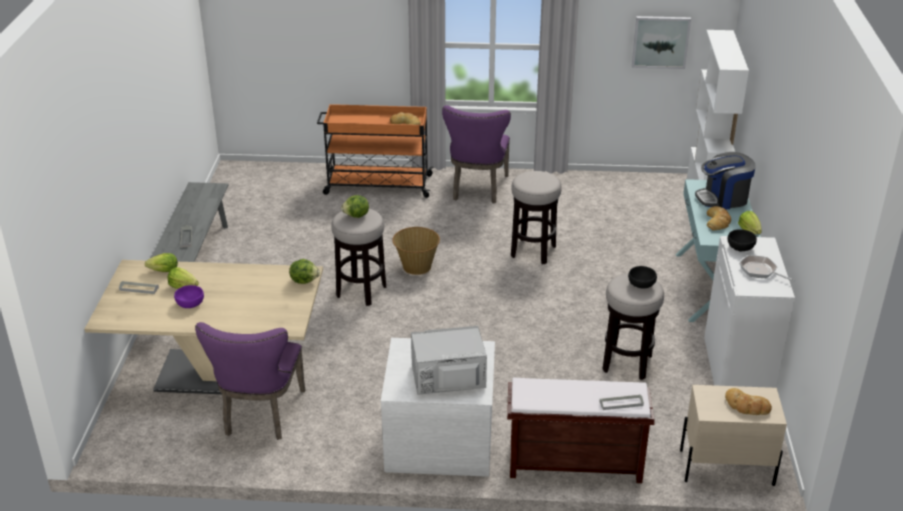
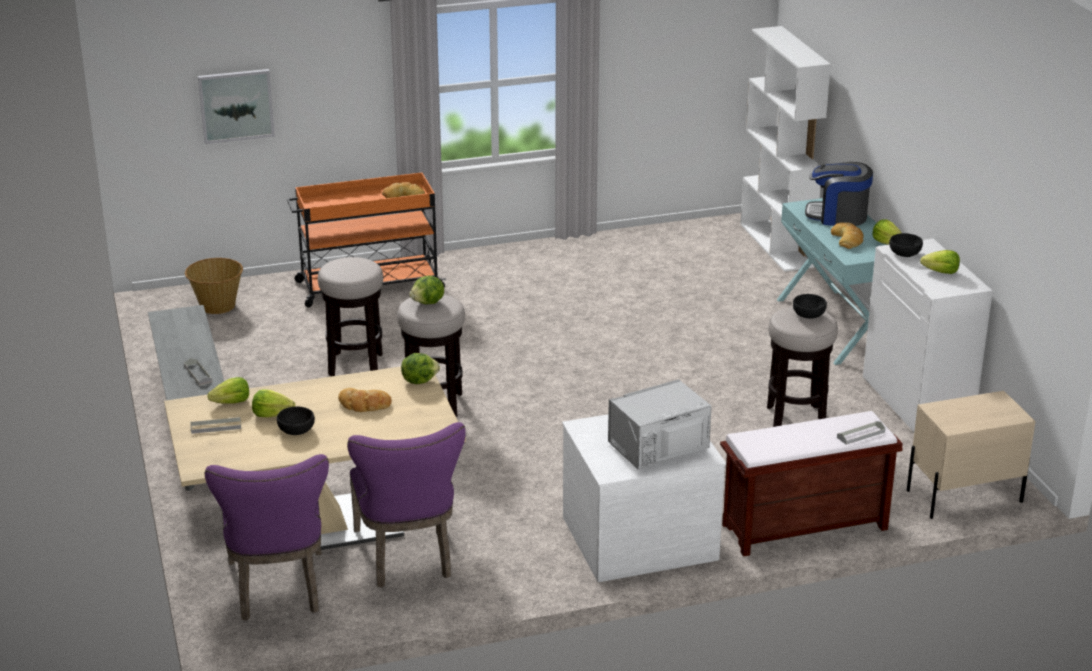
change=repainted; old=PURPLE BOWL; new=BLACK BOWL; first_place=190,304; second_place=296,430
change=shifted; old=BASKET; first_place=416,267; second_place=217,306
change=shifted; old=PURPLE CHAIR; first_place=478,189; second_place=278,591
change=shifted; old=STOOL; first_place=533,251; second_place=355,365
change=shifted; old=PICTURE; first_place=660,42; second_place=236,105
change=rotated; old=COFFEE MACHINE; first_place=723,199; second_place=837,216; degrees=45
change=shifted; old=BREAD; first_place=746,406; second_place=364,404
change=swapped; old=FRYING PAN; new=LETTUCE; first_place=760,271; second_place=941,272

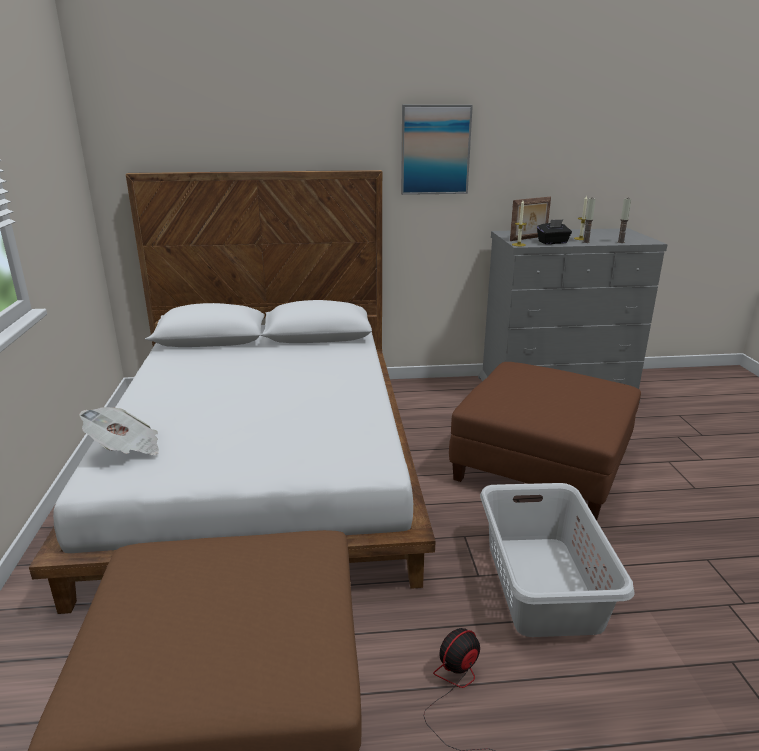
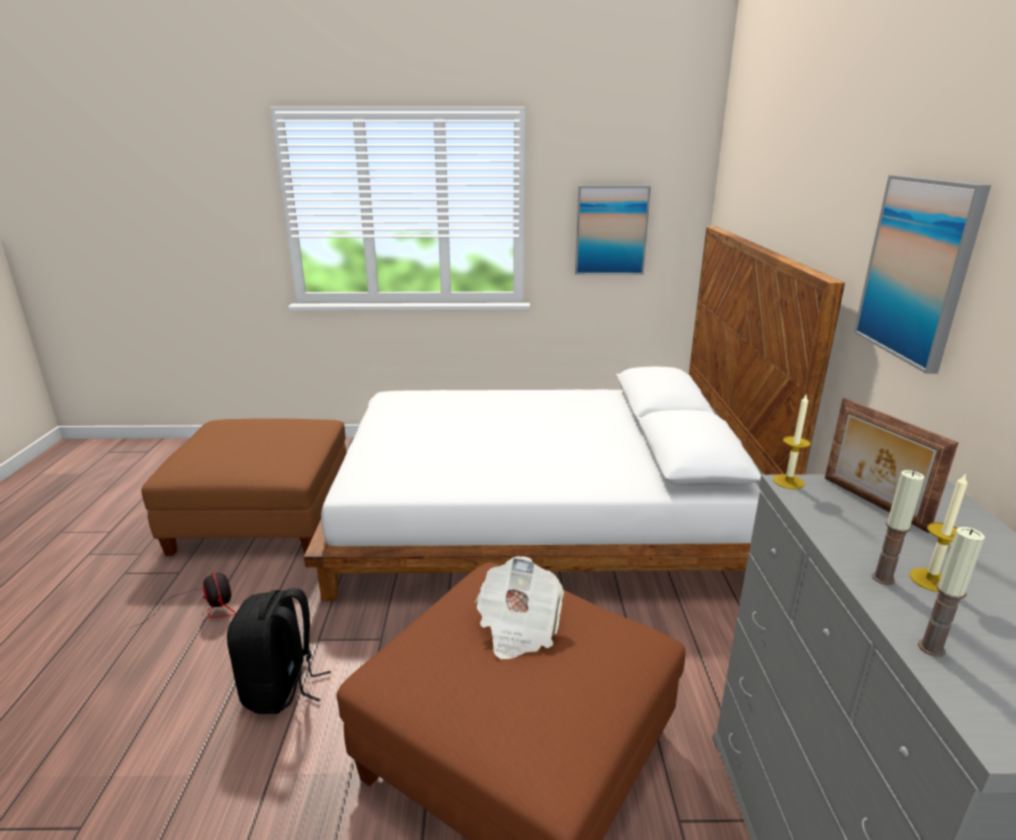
change=shifted; old=NEWSPAPER; first_place=125,448; second_place=518,627
change=swapped; old=GREY LAUNDRY BASKET; new=BLACK BACKPACK; first_place=543,583; second_place=281,688
change=gone; old=BLACK TISSUE BOX; first_place=553,242
change=new; new=PICTURE; second_place=611,230

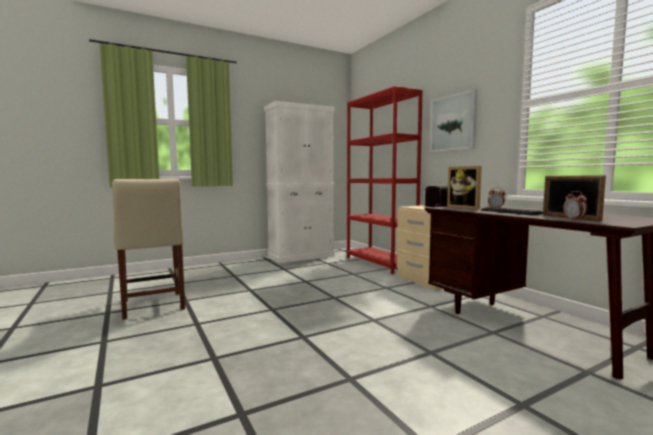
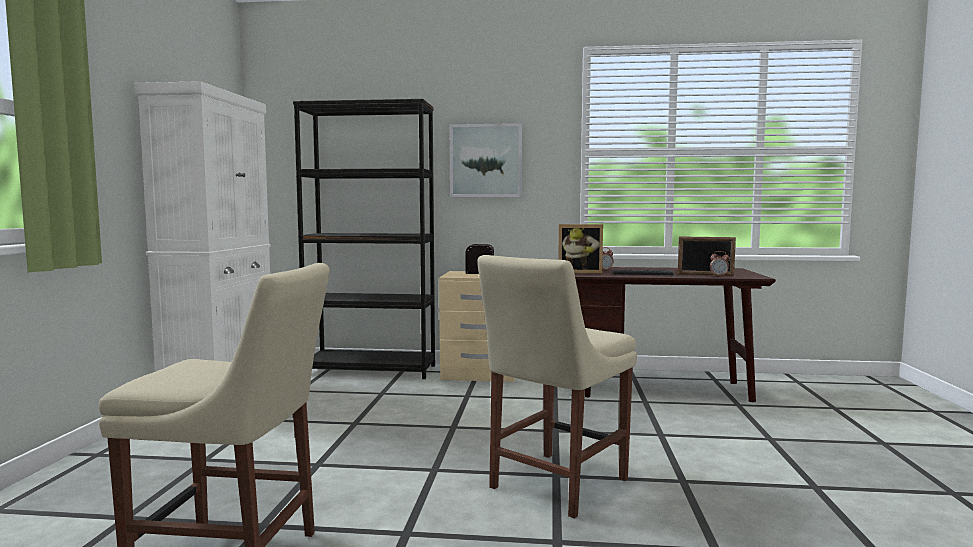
change=repainted; old=RED BOOKCASE; new=BLACK BOOKCASE; first_place=380,263; second_place=371,370
change=new; new=BEIGE CHAIR; second_place=554,485

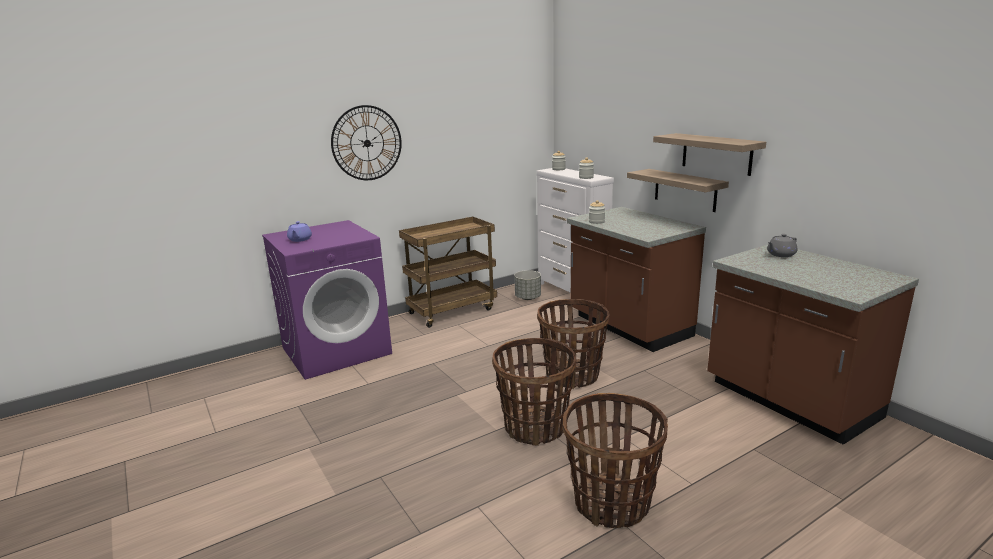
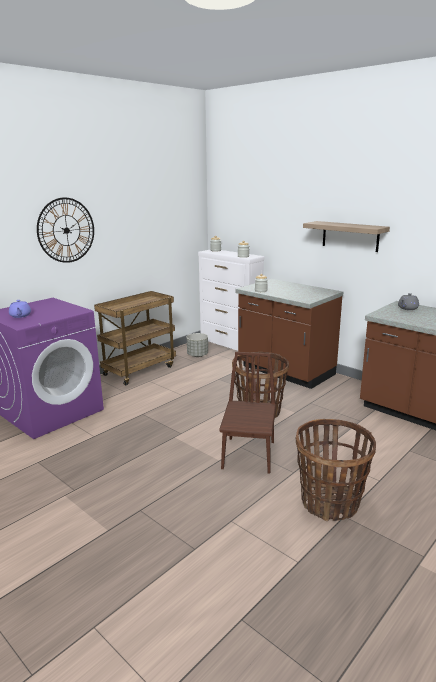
change=swapped; old=BASKET; new=BROWN CHAIR; first_place=535,427; second_place=248,454
change=gone; old=SHELF; first_place=685,190

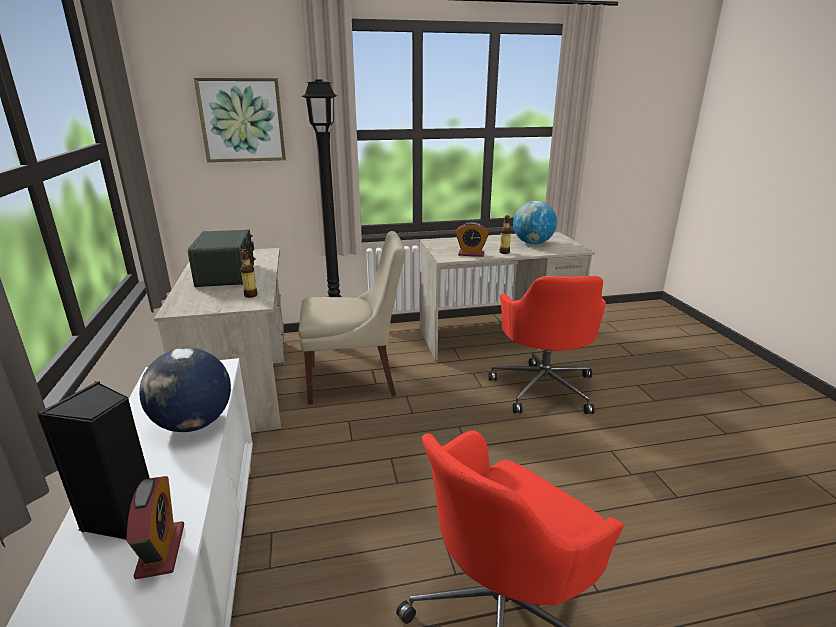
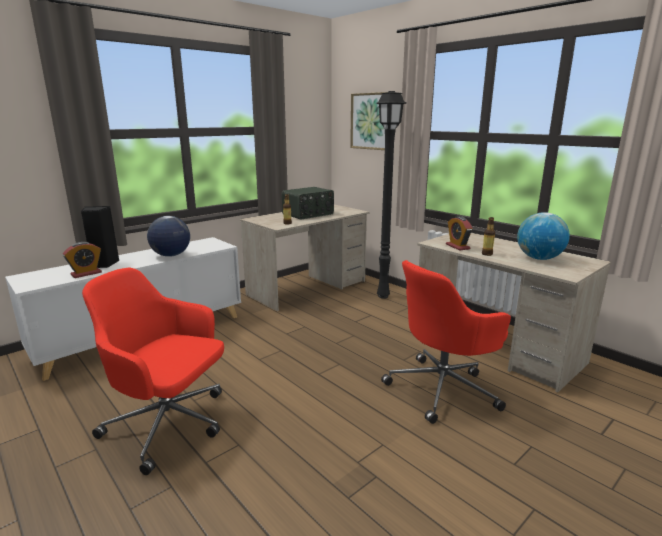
change=gone; old=BEIGE CHAIR; first_place=355,380

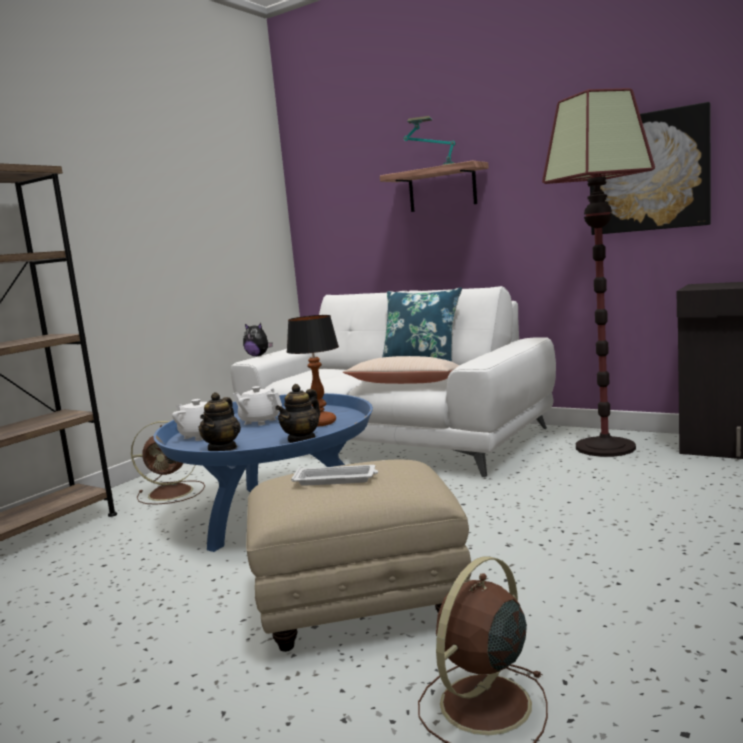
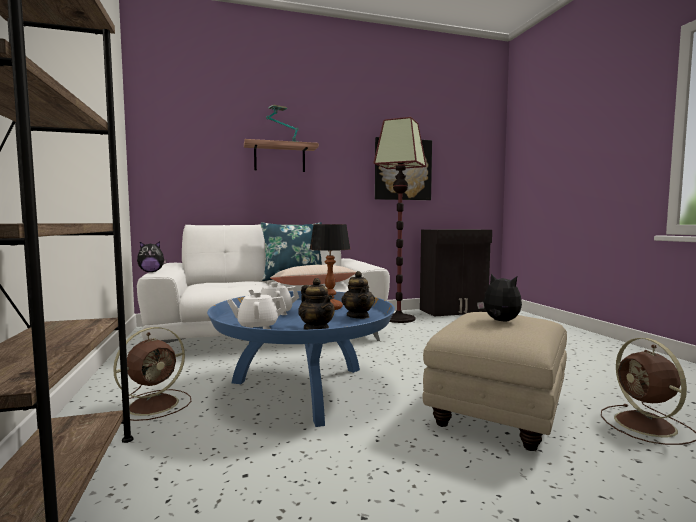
change=swapped; old=WHITE TRAY; new=PLUSH TOY; first_place=336,480; second_place=500,321

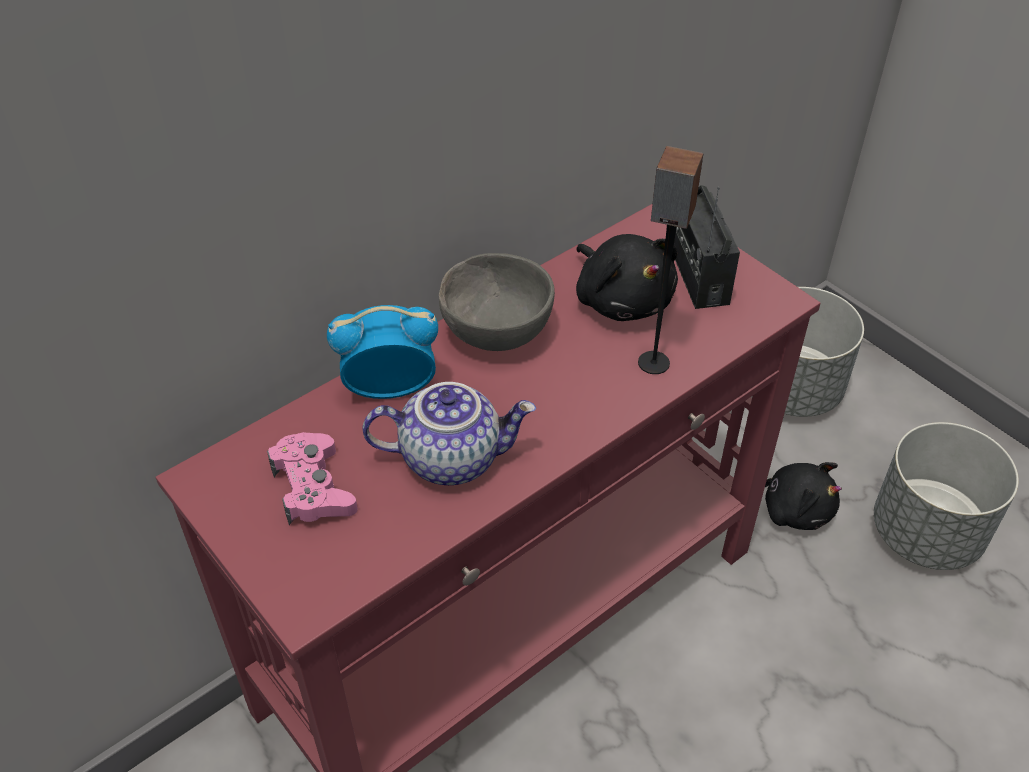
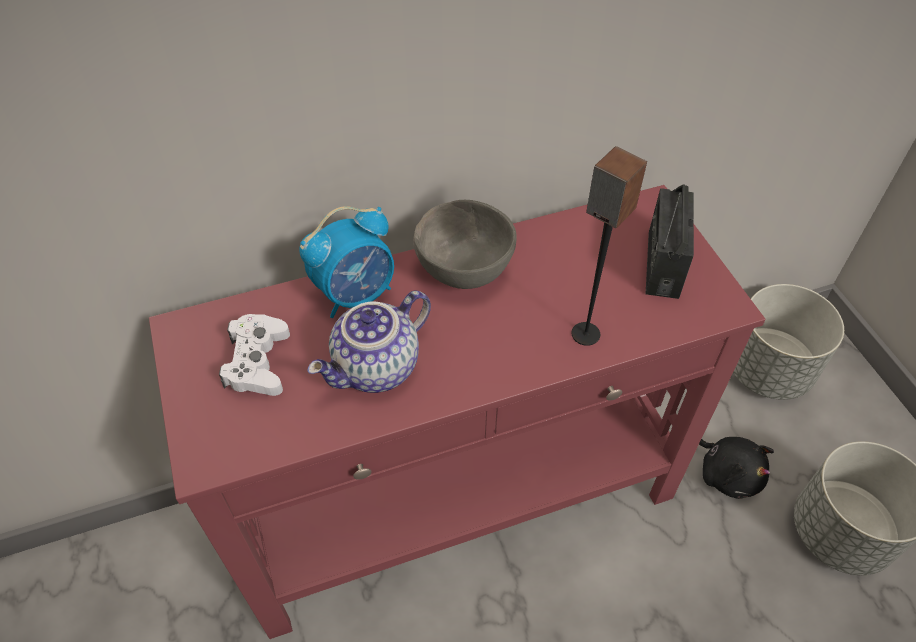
change=repainted; old=PINK GAME CONTROLLER; new=WHITE GAME CONTROLLER; first_place=313,488; second_place=258,362
change=rotated; old=ALARM CLOCK; first_place=389,388; second_place=356,294; degrees=135
change=rotated; old=TEAPOT; first_place=452,457; second_place=377,369; degrees=120
change=gone; old=BLACK PLUSH TOY; first_place=622,299

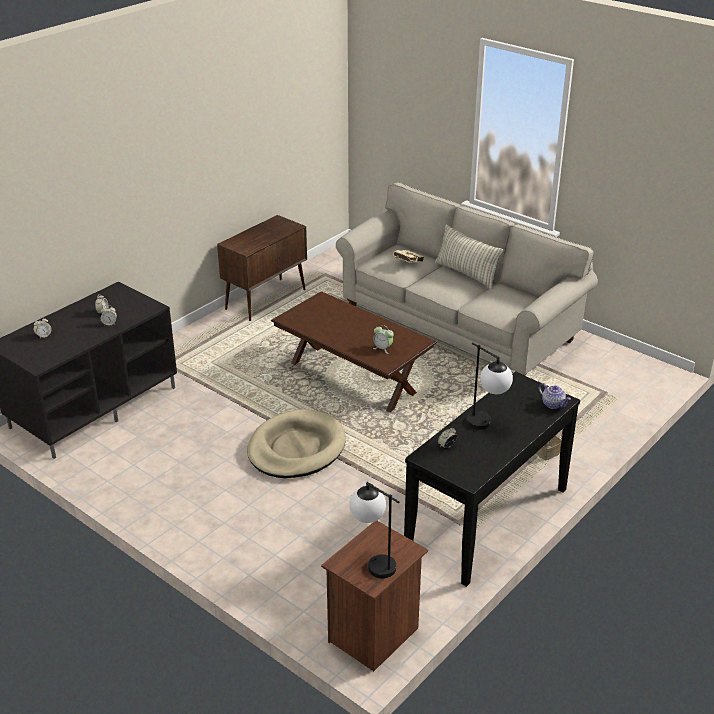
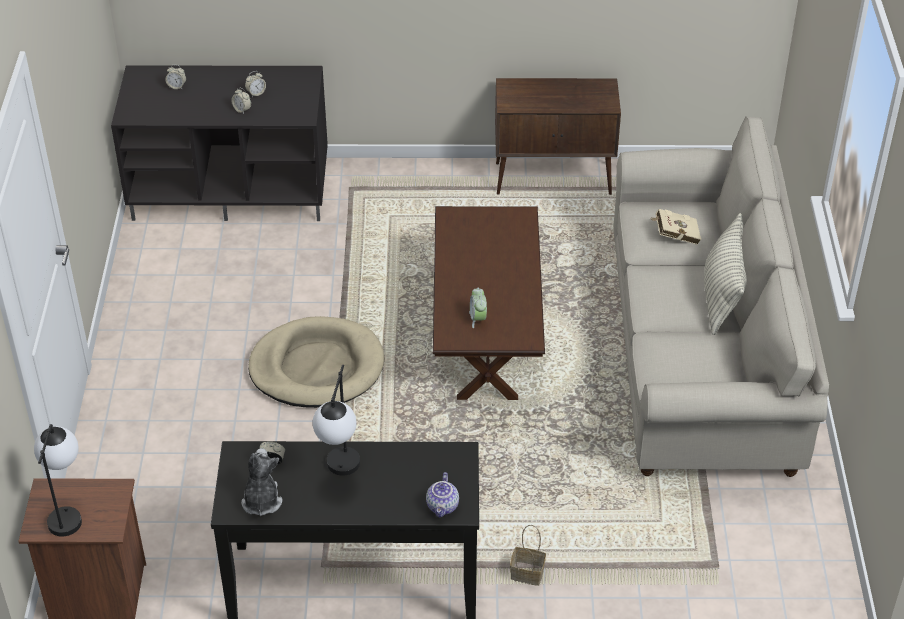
change=new; new=PLUSH TOY; second_place=261,501

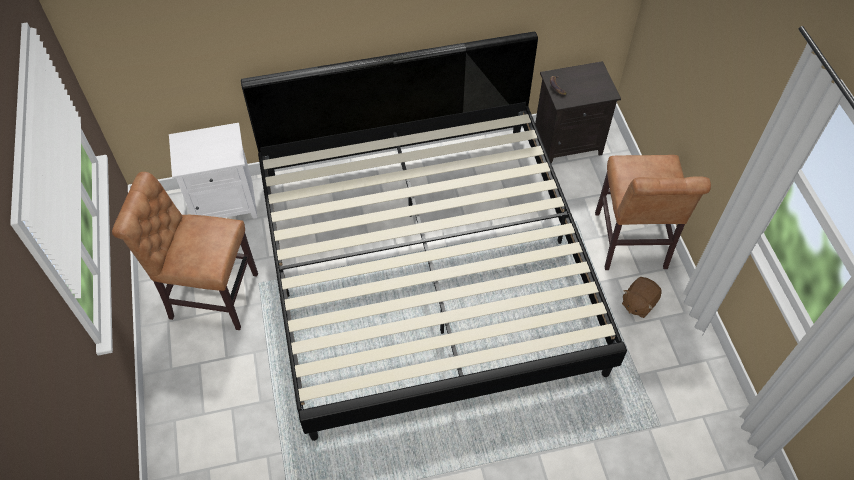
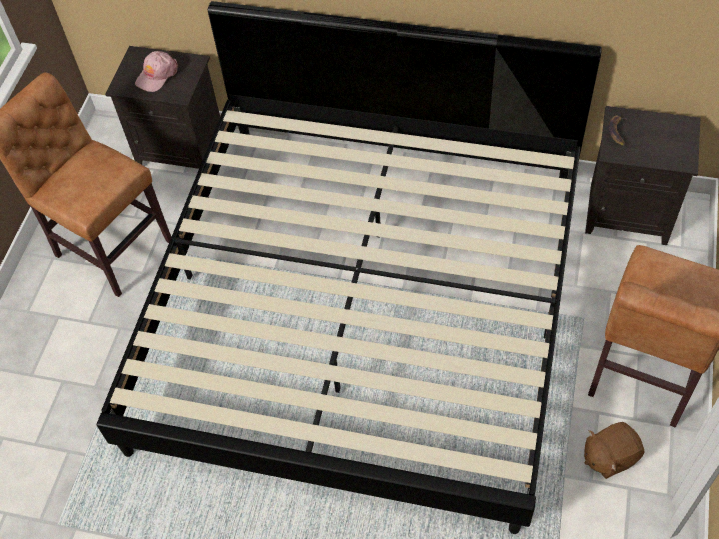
change=repainted; old=WHITE NIGHTSTAND; new=BLACK NIGHTSTAND; first_place=225,203; second_place=183,149
change=new; new=PINK CAP; second_place=157,75

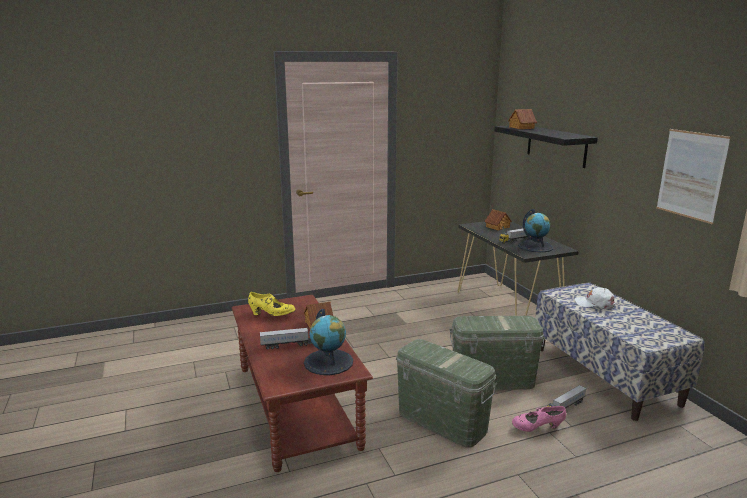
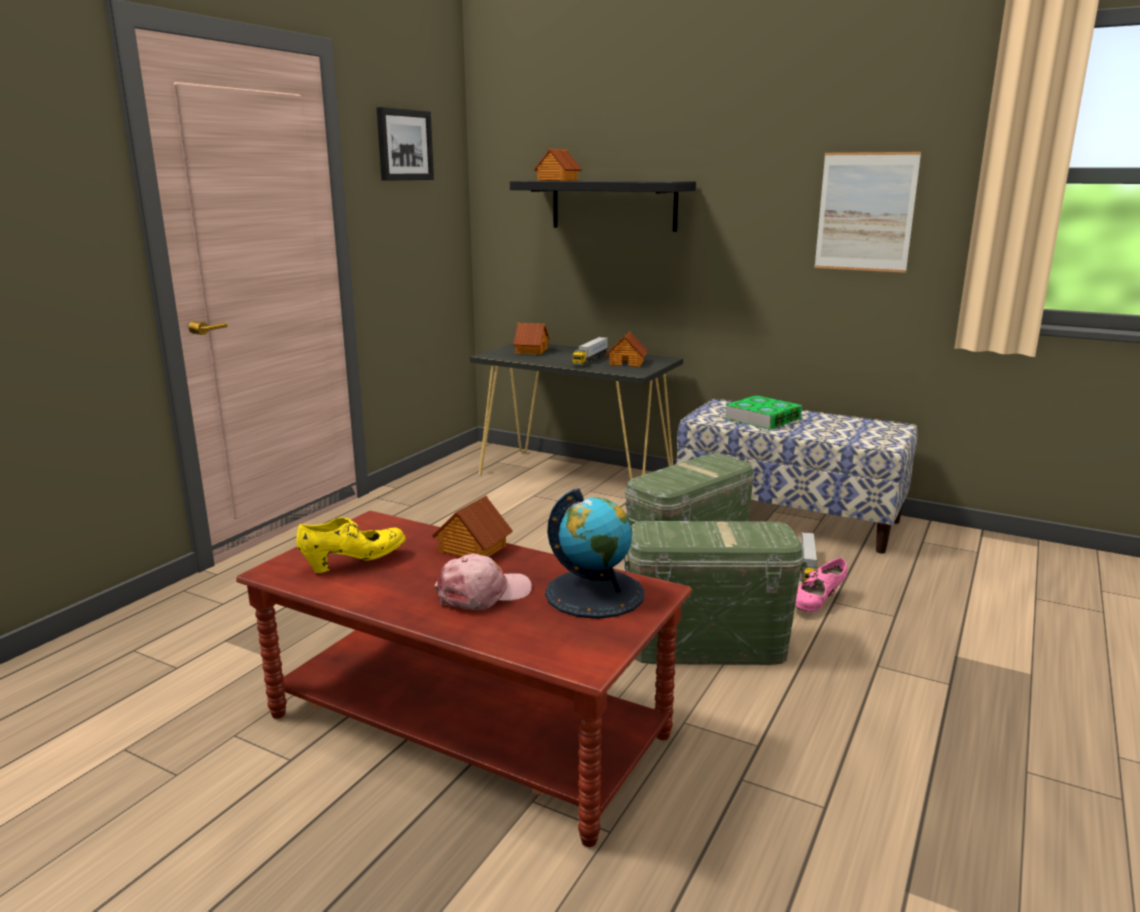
change=swapped; old=TOY TRUCK; new=PINK CAP; first_place=291,345; second_place=483,593
change=swapped; old=GLOBE; new=TOY HOUSE; first_place=535,246; second_place=627,363
change=swapped; old=WHITE CAP; new=BOOK; first_place=594,303; second_place=762,418
change=new; new=PICTURE; second_place=404,145

